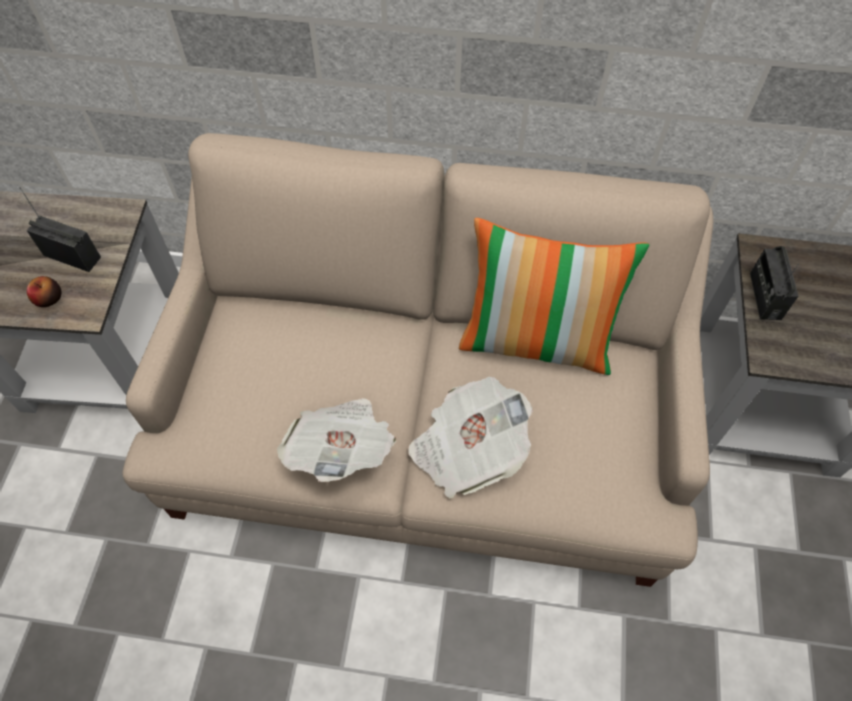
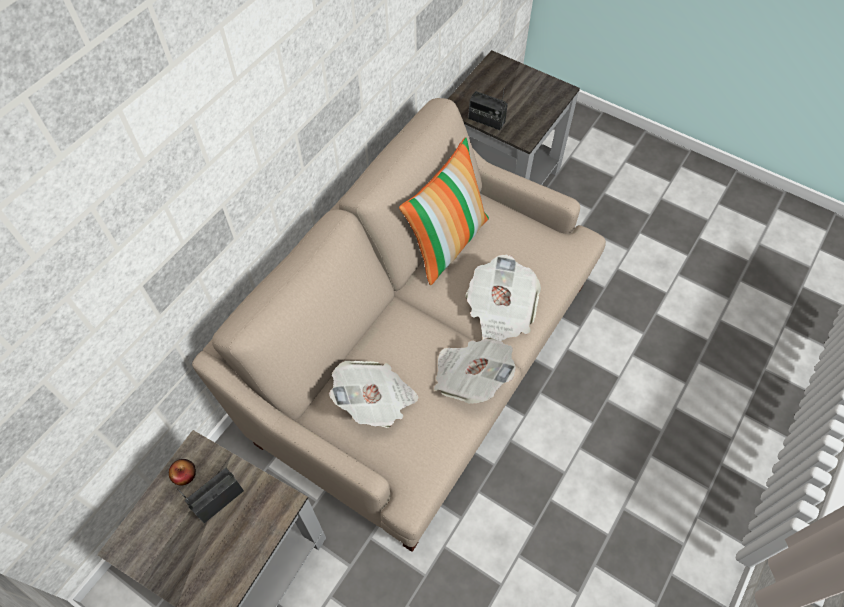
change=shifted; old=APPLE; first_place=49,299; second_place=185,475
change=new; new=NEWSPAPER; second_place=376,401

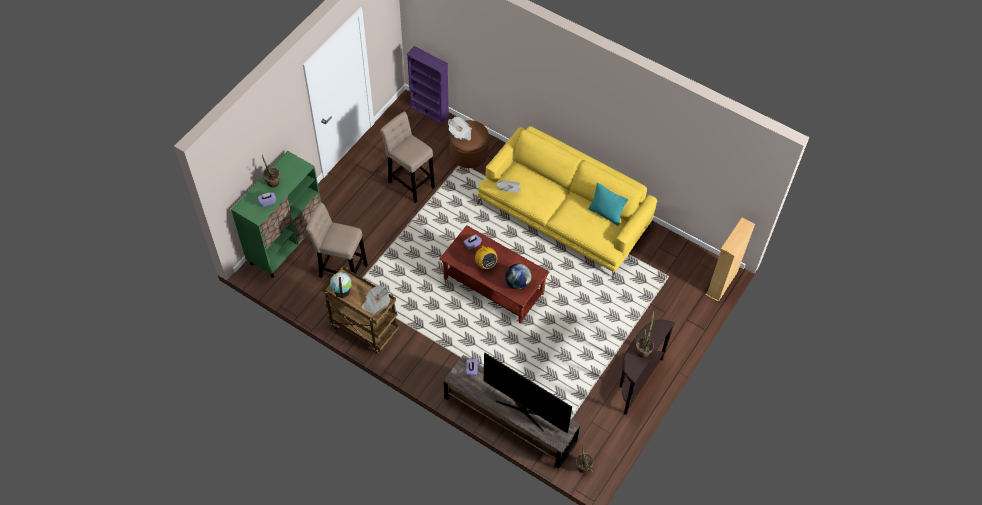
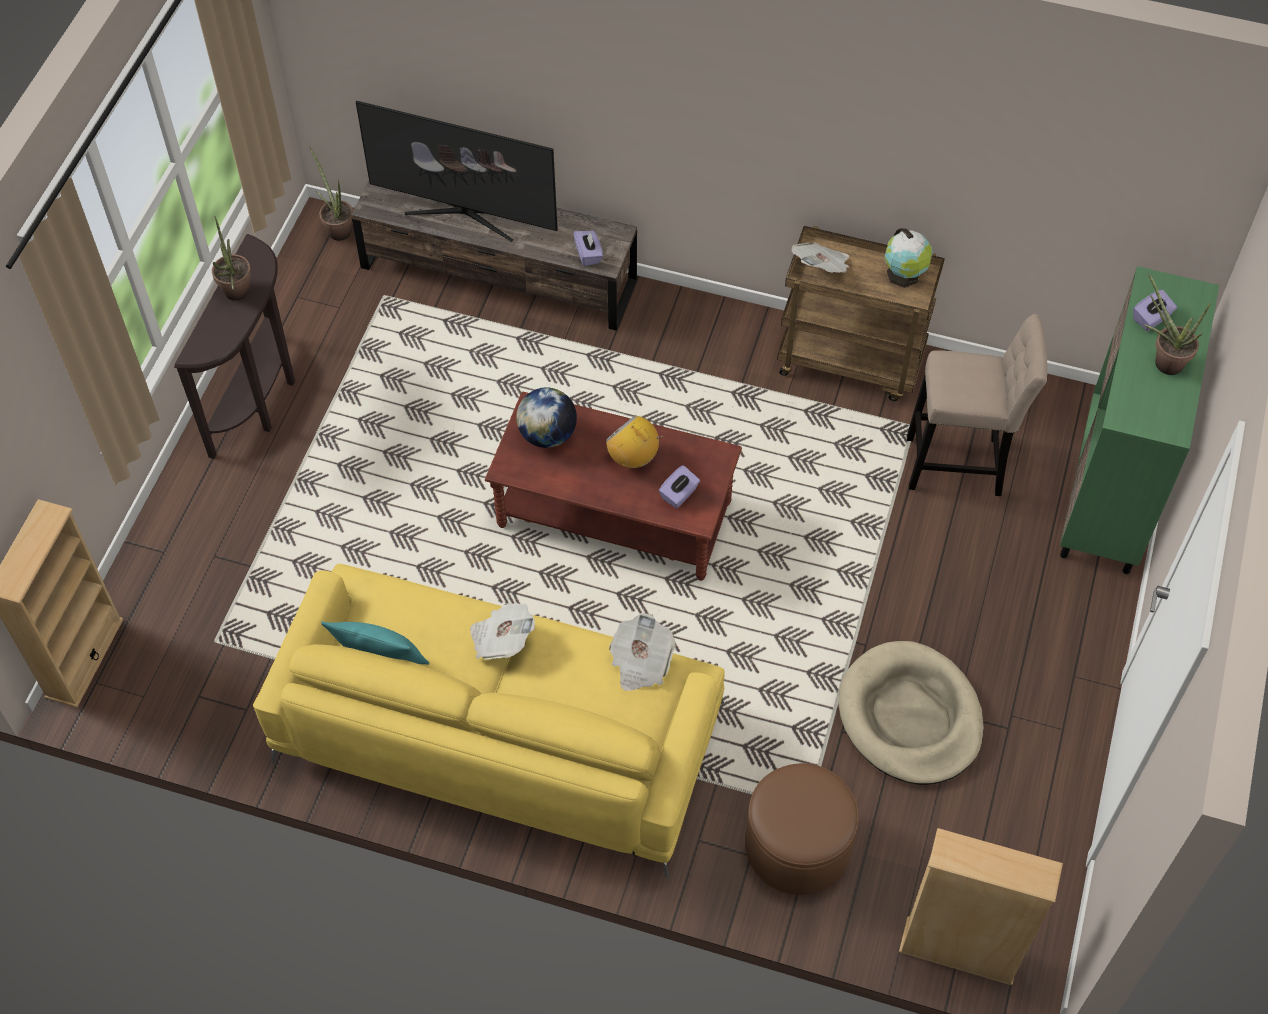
change=swapped; old=BEIGE STOOL; new=BEIGE DOG BED; first_place=410,182; second_place=910,717
change=repainted; old=PURPLE BOOKCASE; new=BEIGE BOOKCASE; first_place=429,111; second_place=958,951
change=shifted; old=NEWSPAPER; first_place=460,133; second_place=501,640

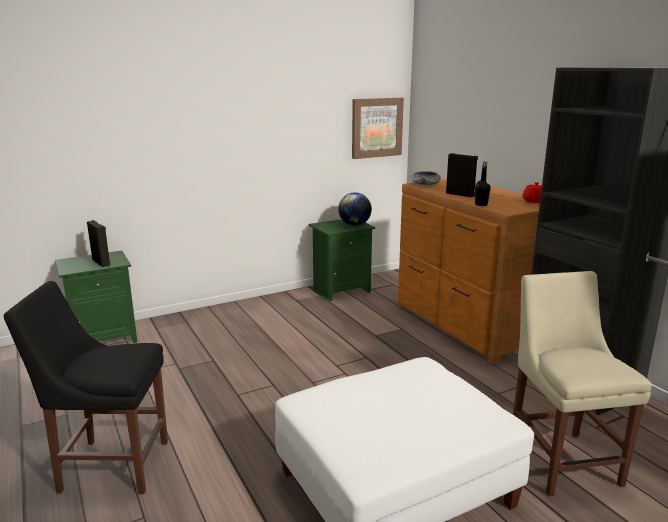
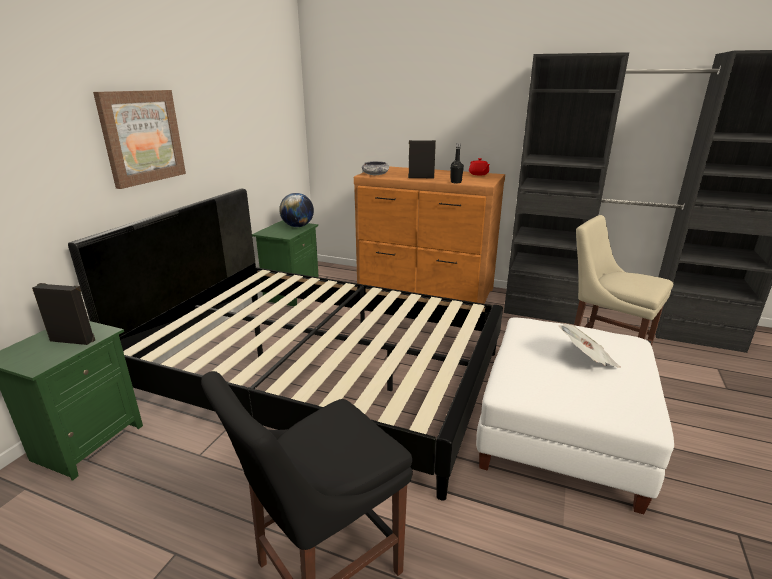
change=shifted; old=PICTURE; first_place=376,127; second_place=142,137
change=new; new=BLACK BED; second_place=321,374
change=new; new=NEWSPAPER; second_place=586,359

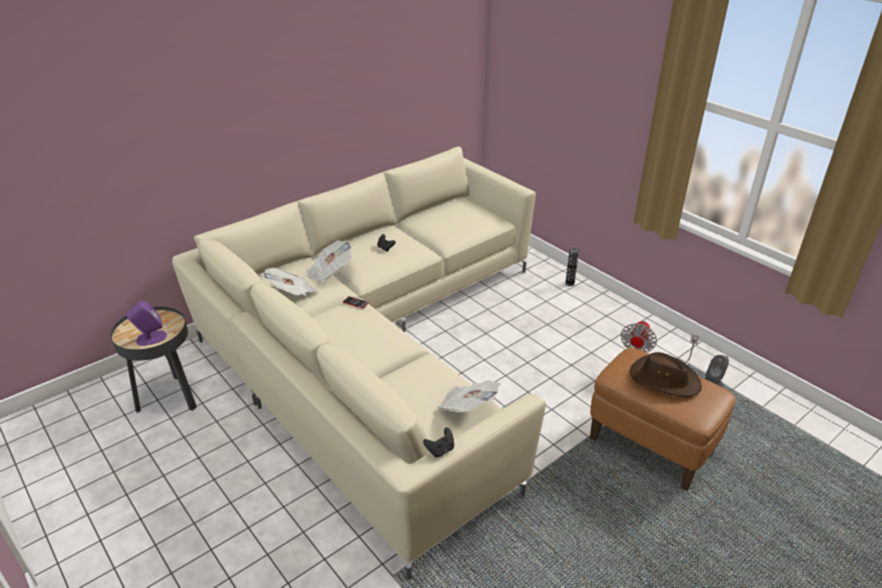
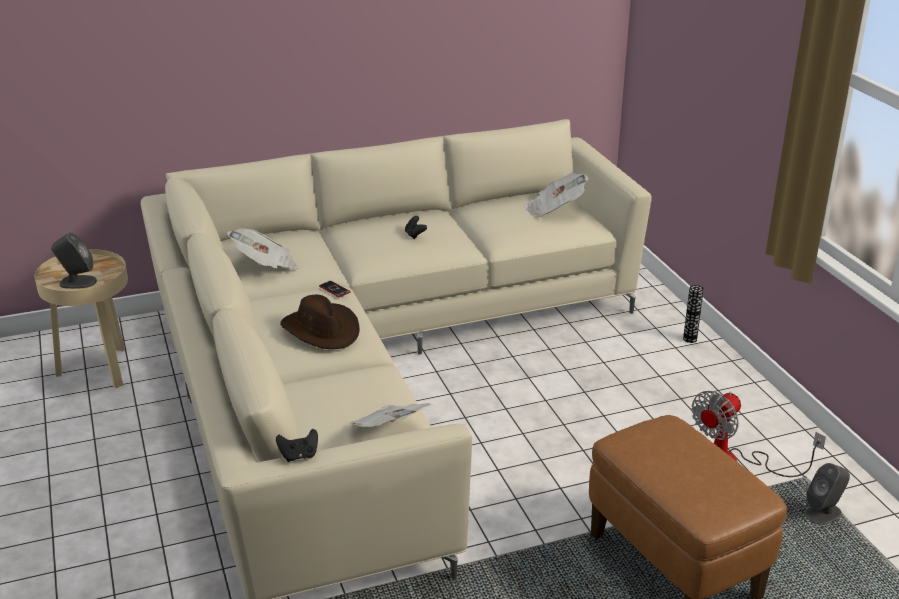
change=repainted; old=BLACK SIDE TABLE; new=BEIGE SIDE TABLE; first_place=170,398; second_place=100,369
change=repainted; old=PURPLE SPEAKER; new=GREY SPEAKER; first_place=150,338; second_place=77,282
change=shifted; old=NEWSPAPER; first_place=329,272; second_place=554,209
change=shifted; old=BROWN HAT; first_place=664,379; second_place=322,330

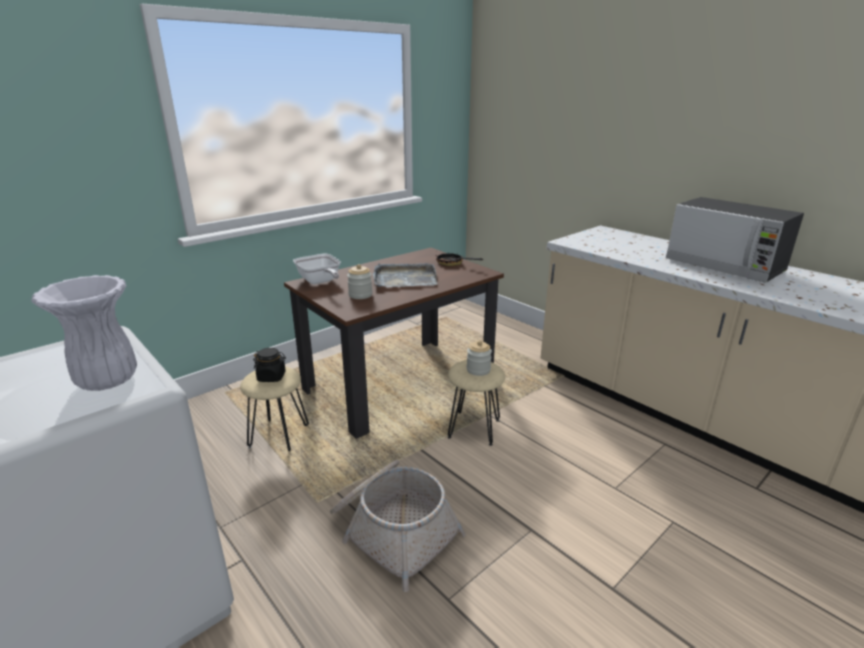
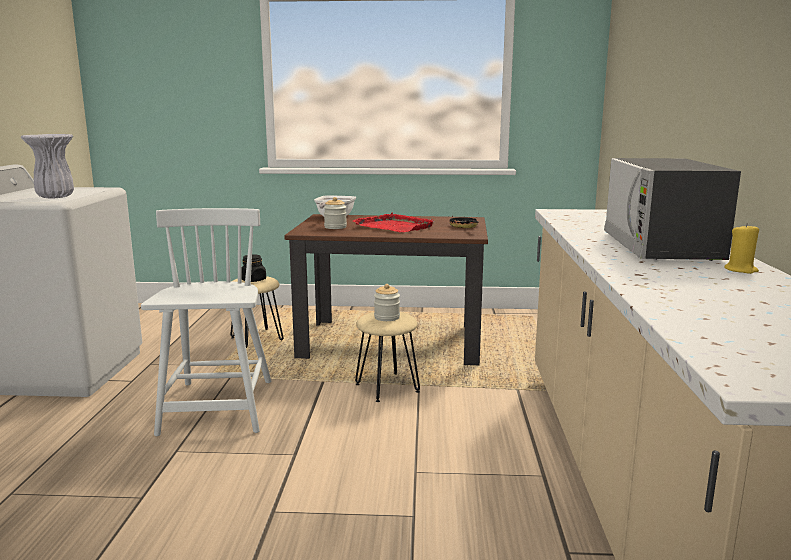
change=swapped; old=BASKET; new=WHITE CHAIR; first_place=393,530; second_place=218,408
change=repainted; old=GREY TRAY; new=RED TRAY; first_place=404,278; second_place=394,226
change=new; new=YELLOW CANDLE; second_place=740,270

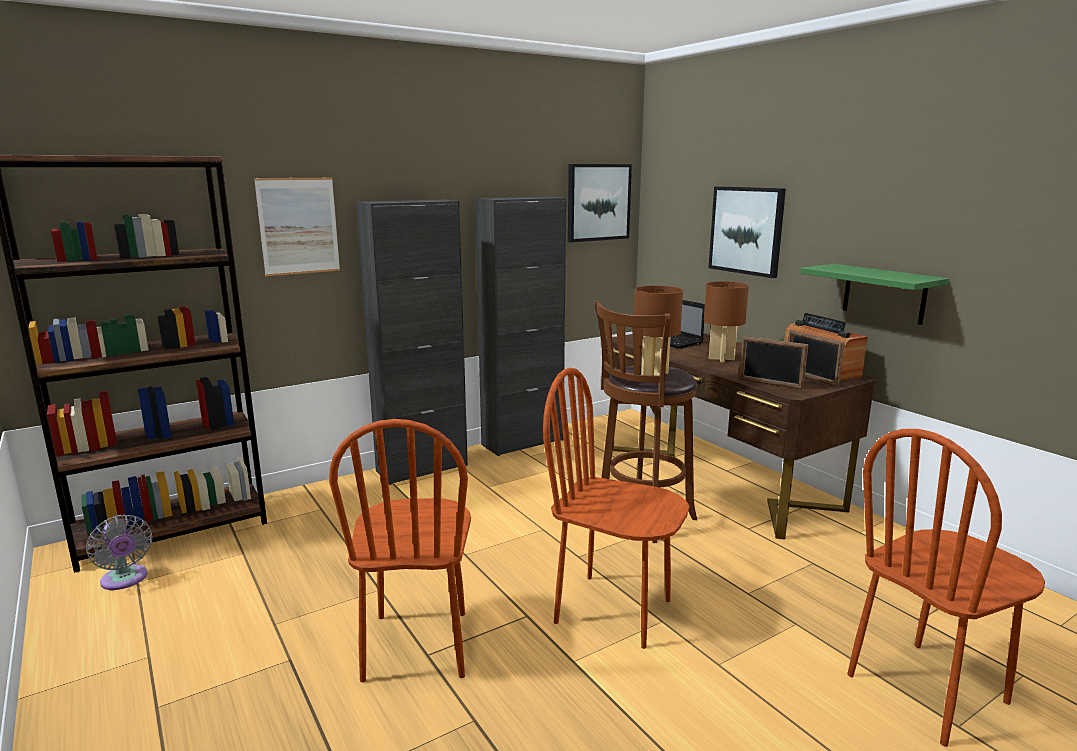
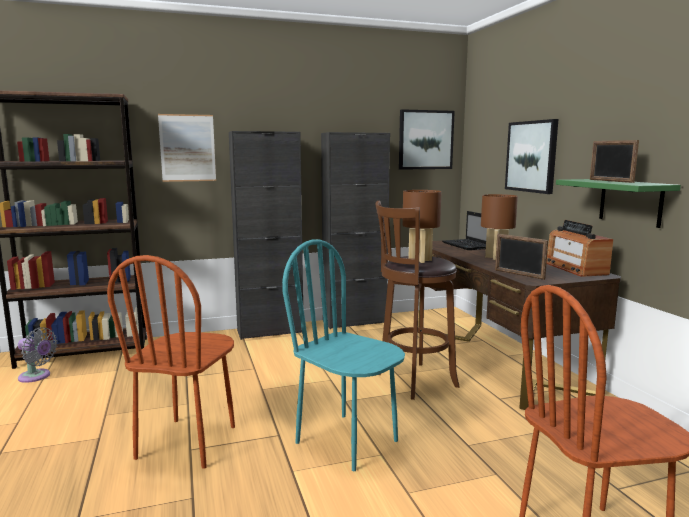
change=rotated; old=GREY FAN; first_place=125,580; second_place=36,377; degrees=-45
change=repainted; old=BROWN CHAIR; new=TURQUOISE CHAIR; first_place=613,610; second_place=347,441
change=shifted; old=PICTURE FRAME; first_place=810,378; second_place=610,181

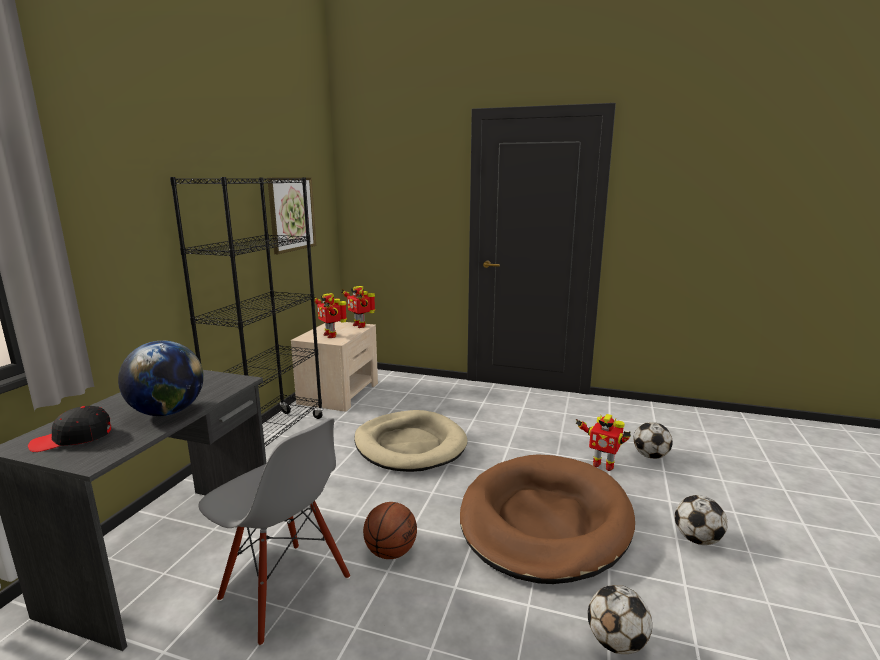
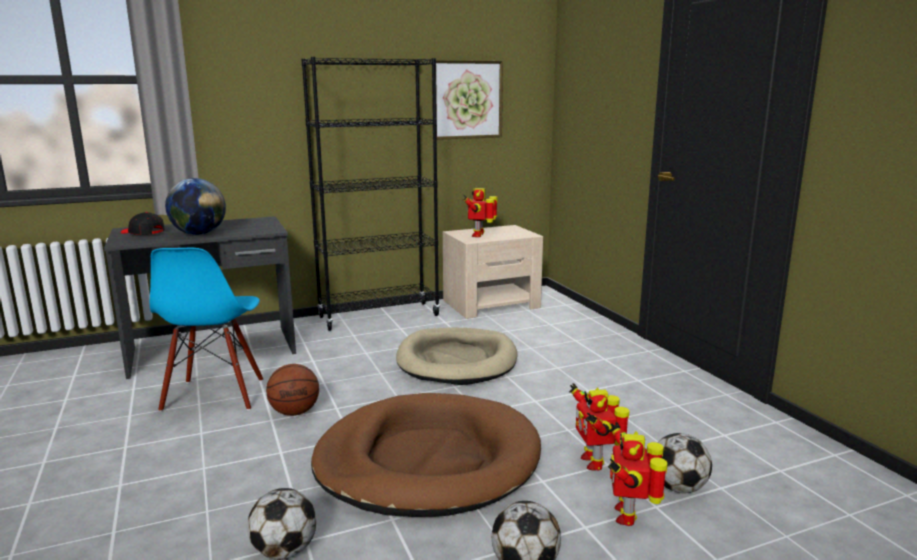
change=repainted; old=GREY CHAIR; new=BLUE CHAIR; first_place=284,589; second_place=215,395
change=shifted; old=TOY ROBOT; first_place=360,325; second_place=628,515

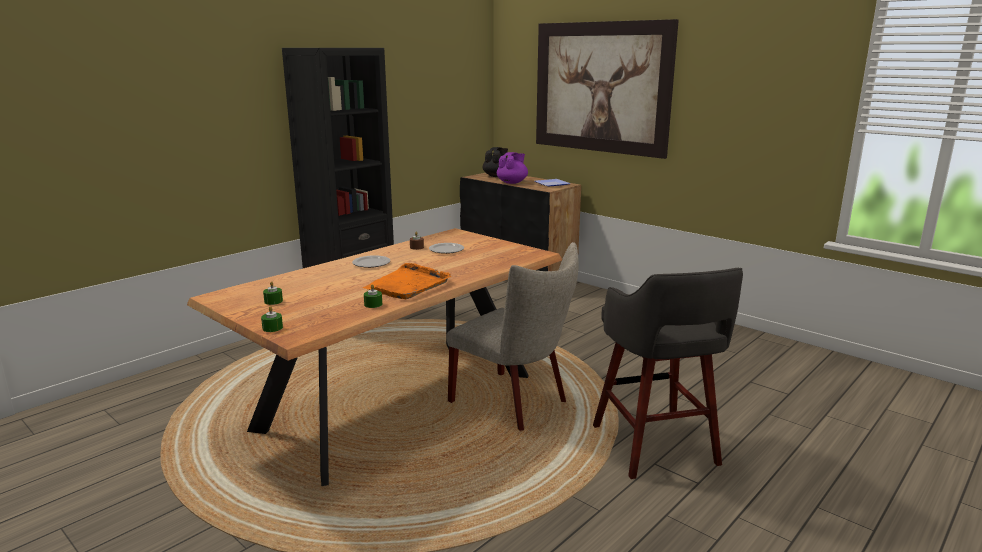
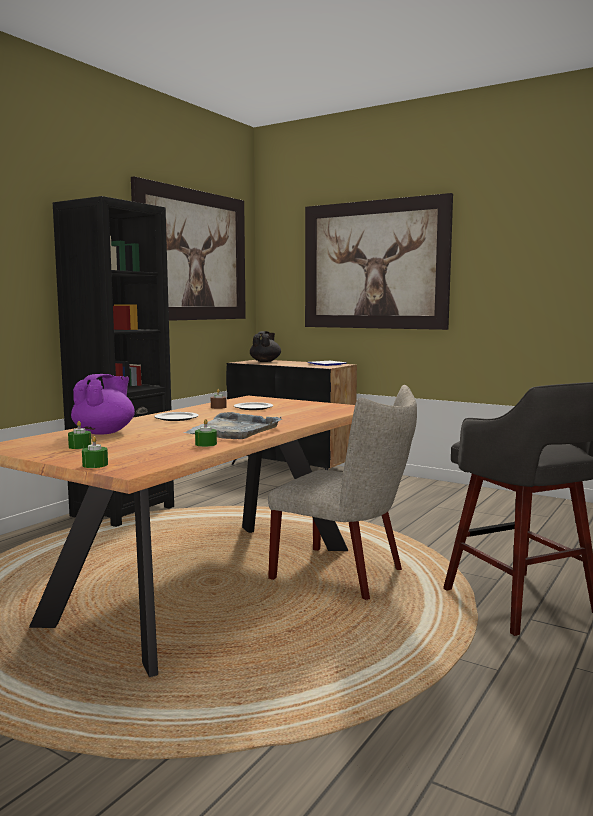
change=repainted; old=ORANGE TRAY; new=GREY TRAY; first_place=408,285; second_place=233,430
change=shifted; old=PURPLE TEAPOT; first_place=512,182; second_place=105,432
change=new; new=PICTURE; second_place=193,255

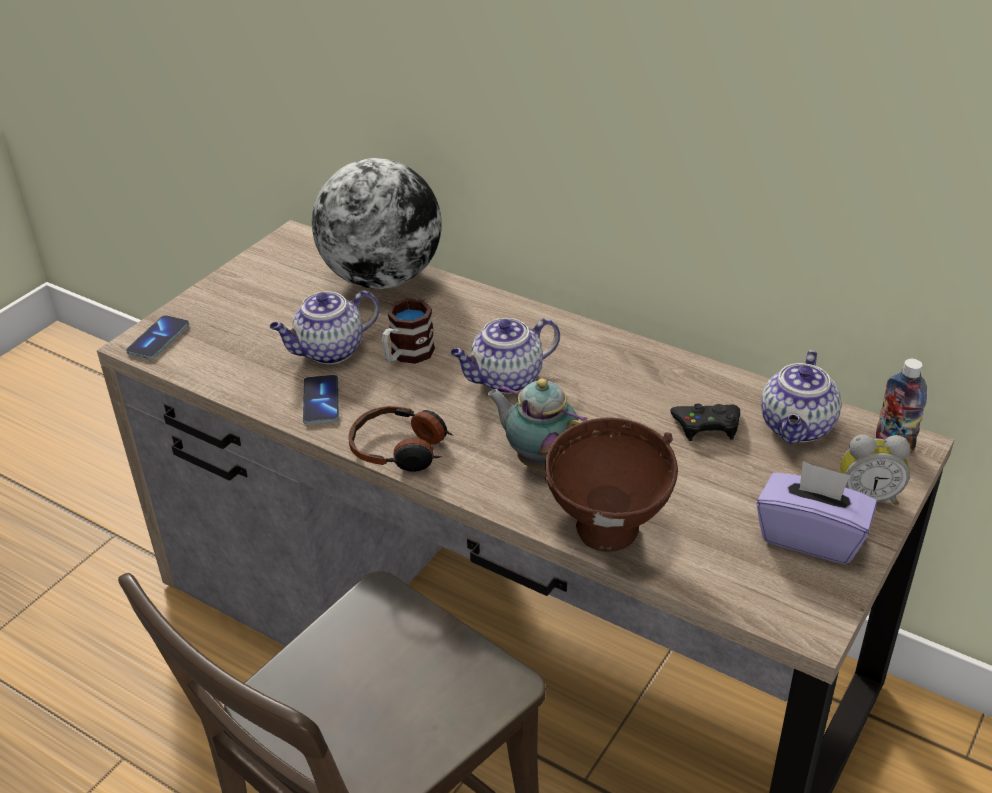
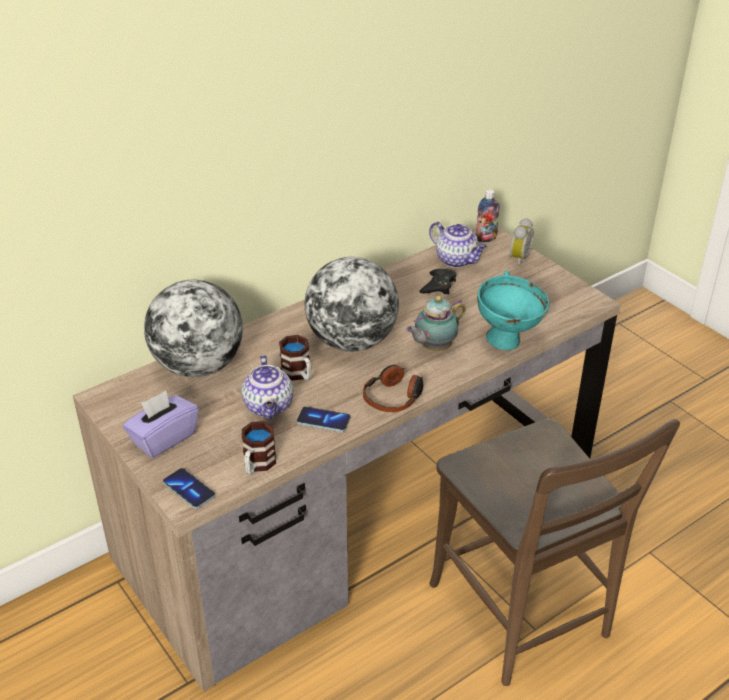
change=swapped; old=TEAPOT; new=GLOBE; first_place=505,380; second_place=352,341
change=repainted; old=BROWN BOWL; new=TURQUOISE BOWL; first_place=609,536; second_place=507,341
change=shifted; old=PURPLE TISSUE BOX; first_place=811,536; second_place=163,438
change=new; new=MUG; second_place=257,465

